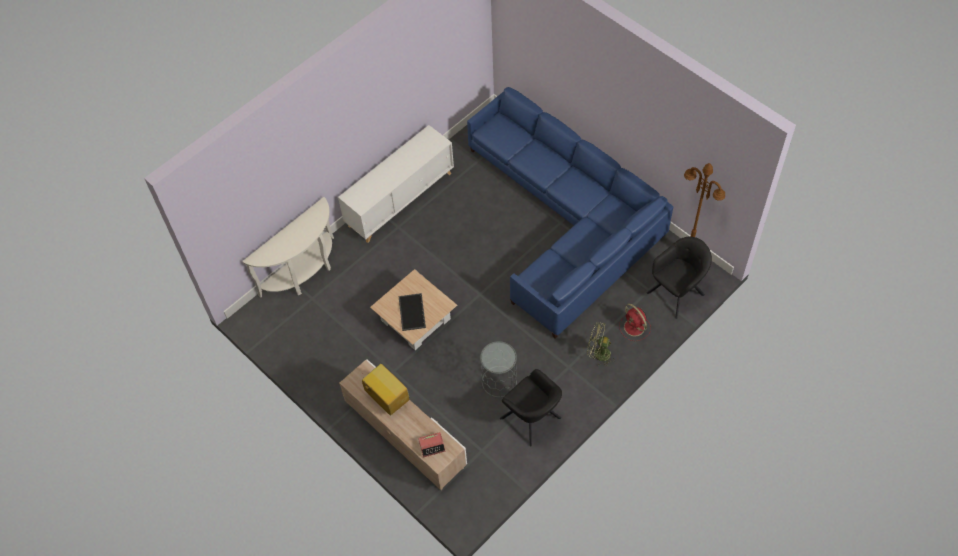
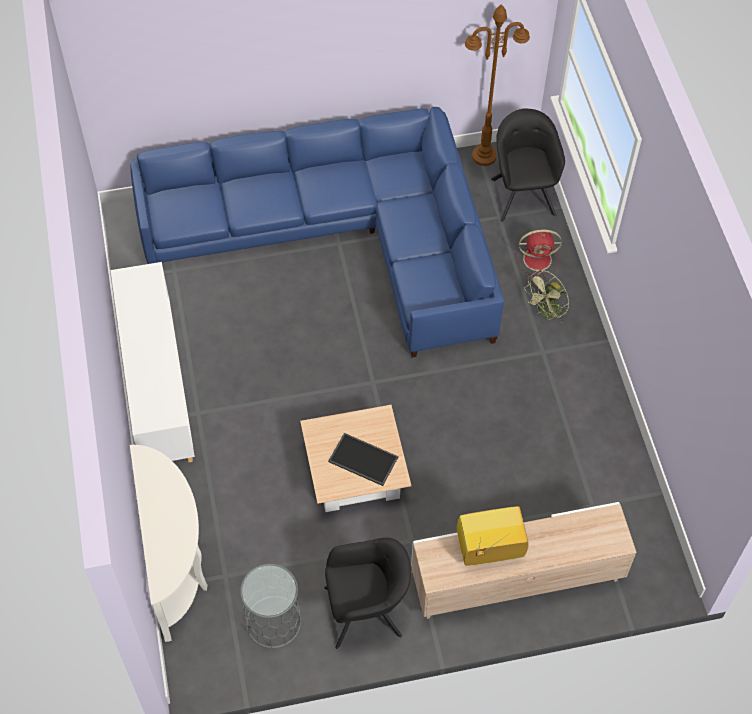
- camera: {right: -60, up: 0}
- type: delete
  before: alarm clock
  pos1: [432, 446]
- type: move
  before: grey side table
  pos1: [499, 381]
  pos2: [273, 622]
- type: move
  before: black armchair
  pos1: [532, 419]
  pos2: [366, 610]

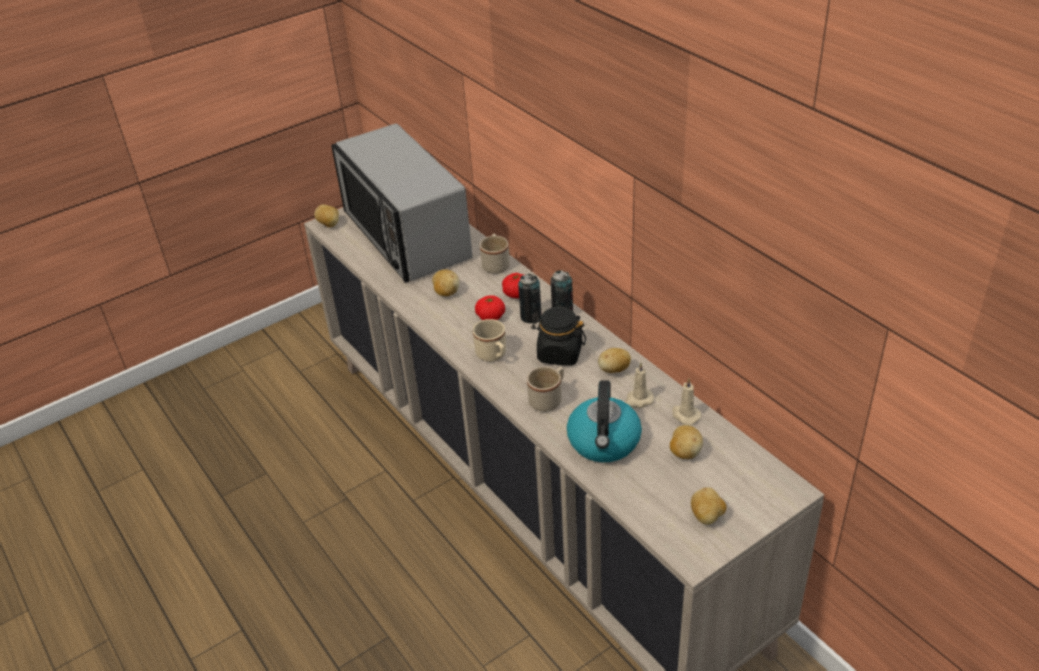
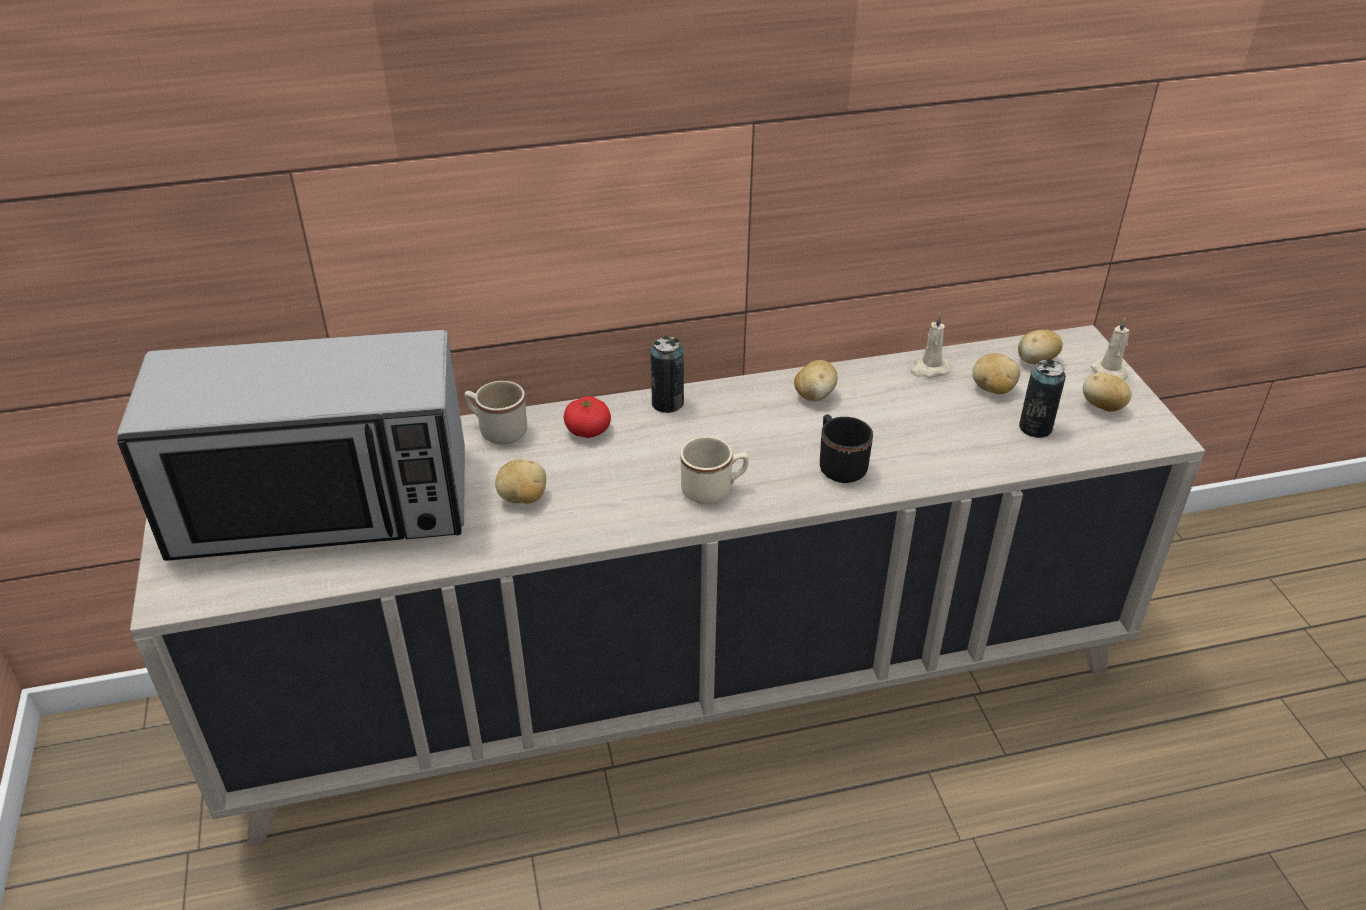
- camera: {right: -70, up: 0}
- type: delete
  before: tomato
  pos1: [490, 317]
- type: delete
  before: black jar
  pos1: [559, 353]
- type: delete
  before: kettle
  pos1: [604, 442]
- type: move
  before: potato
  pos1: [329, 224]
  pos2: [1036, 361]
- type: move
  before: can
  pos1: [531, 317]
  pos2: [1035, 427]
- type: move
  before: beige candle
  pos1: [638, 400]
  pos2: [1109, 374]
- type: recolor
  before: beige mug
  after: black mug
  pos1: [548, 399]
  pos2: [839, 465]

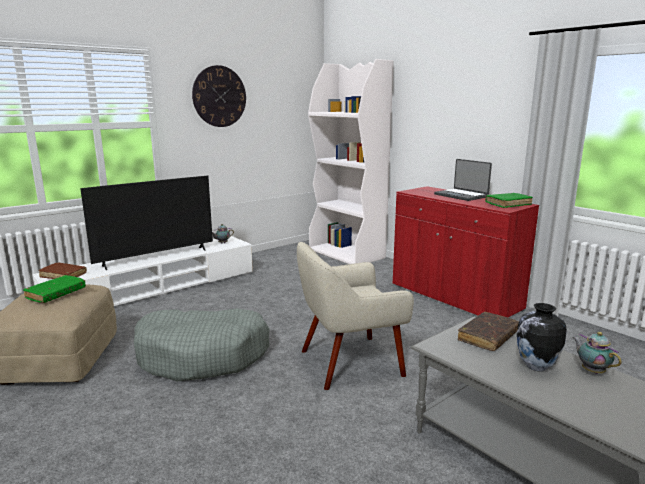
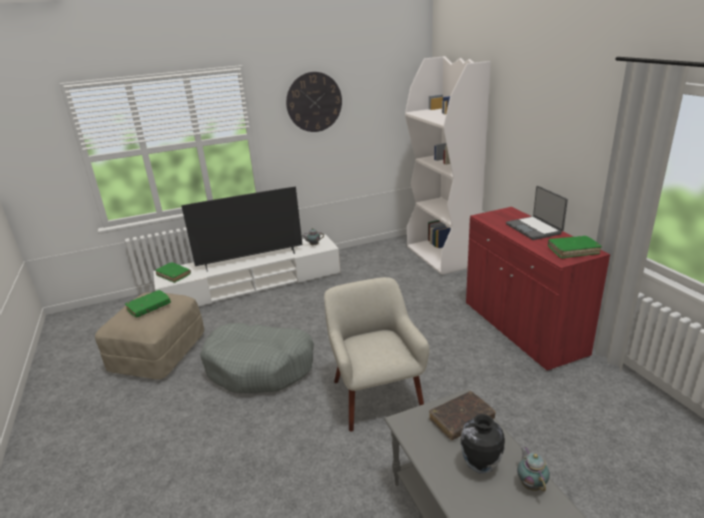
- camera: {right: 20, up: 10}
- type: recolor
  before: brown book
  after: green book
  pos1: [63, 275]
  pos2: [174, 275]
- type: rotate
  before: beige armchair
  pos1: [349, 362]
  pos2: [375, 395]
  turn: 75

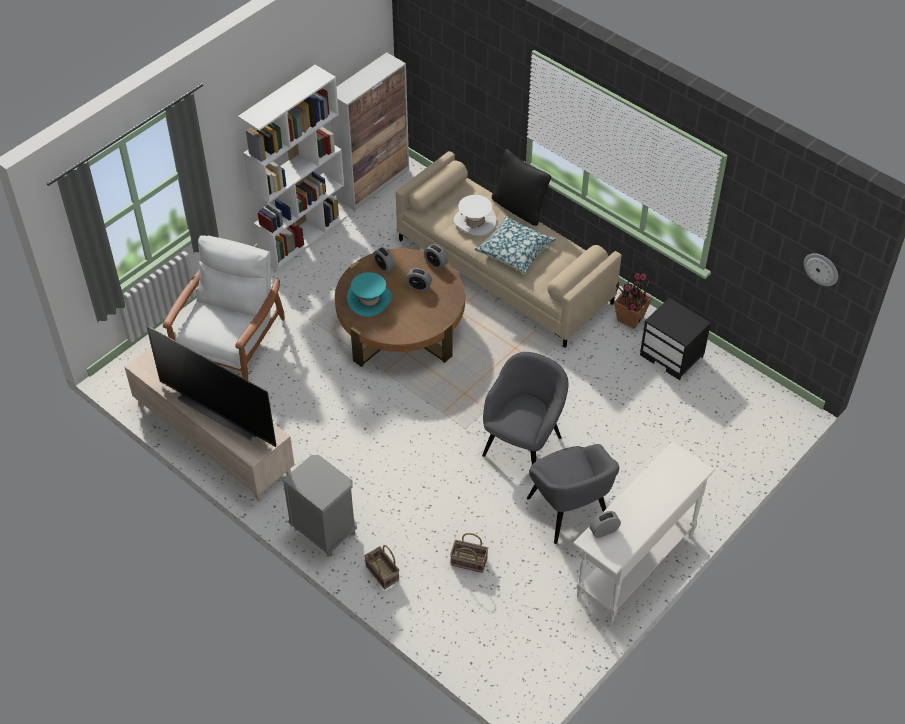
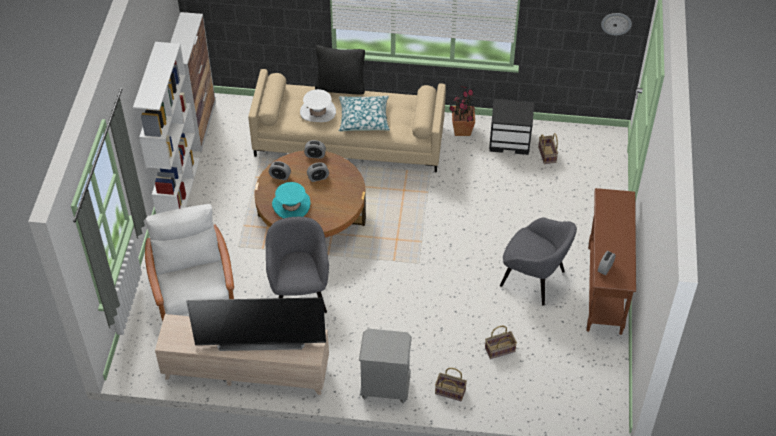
- camera: {right: -35, up: 0}
- type: insert
  after: basket
  pos2: [546, 154]
- type: move
  before: grey armchair
  pos1: [523, 444]
  pos2: [300, 293]
- type: recolor
  before: white console table
  after: brown console table
  pos1: [634, 565]
  pos2: [604, 290]

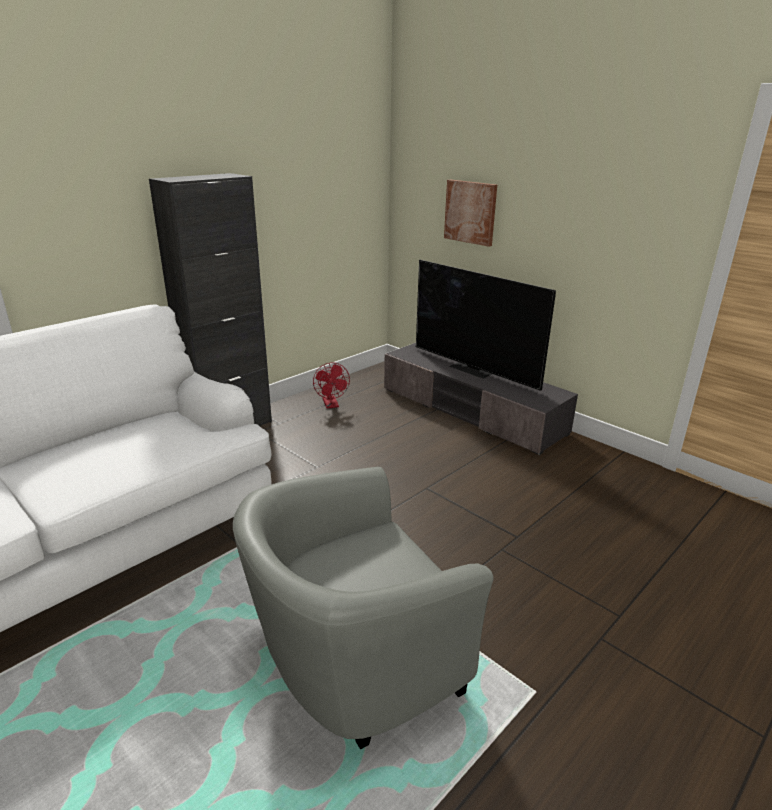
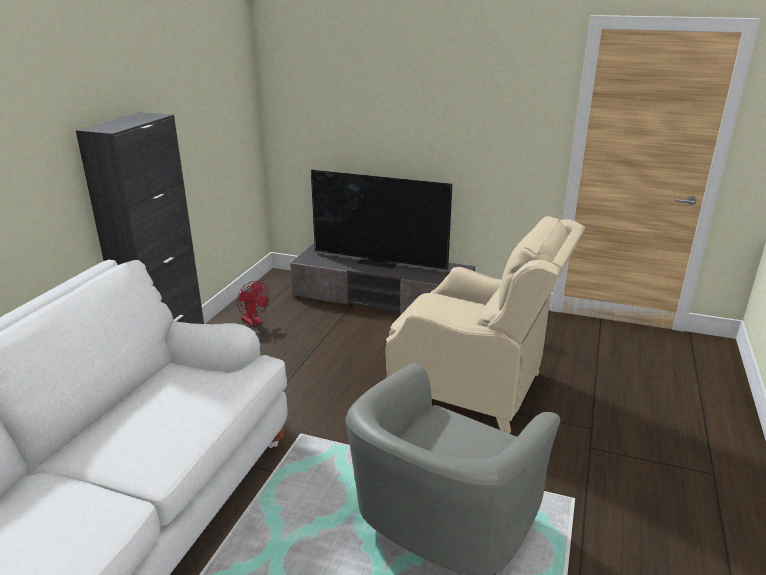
- camera: {right: -25, up: 0}
- type: delete
  before: picture
  pos1: [470, 212]
- type: insert
  after: beige armchair
  pos2: [474, 388]

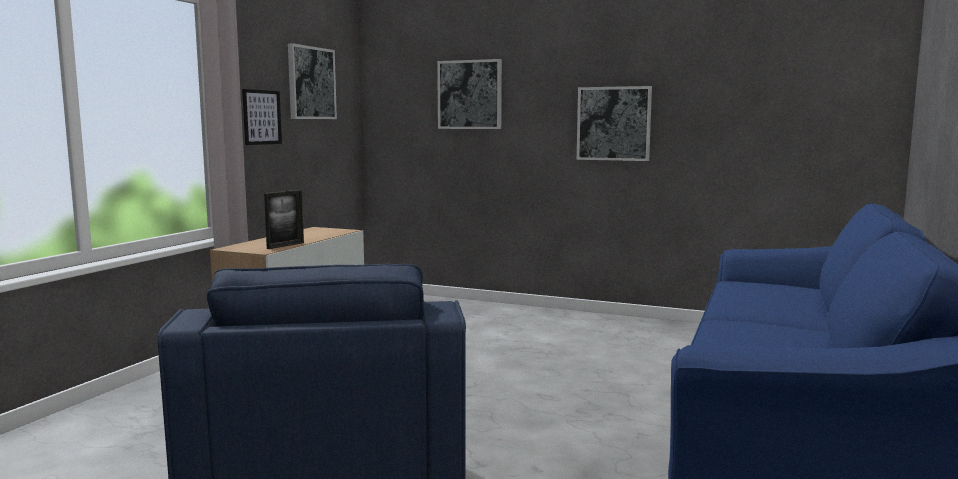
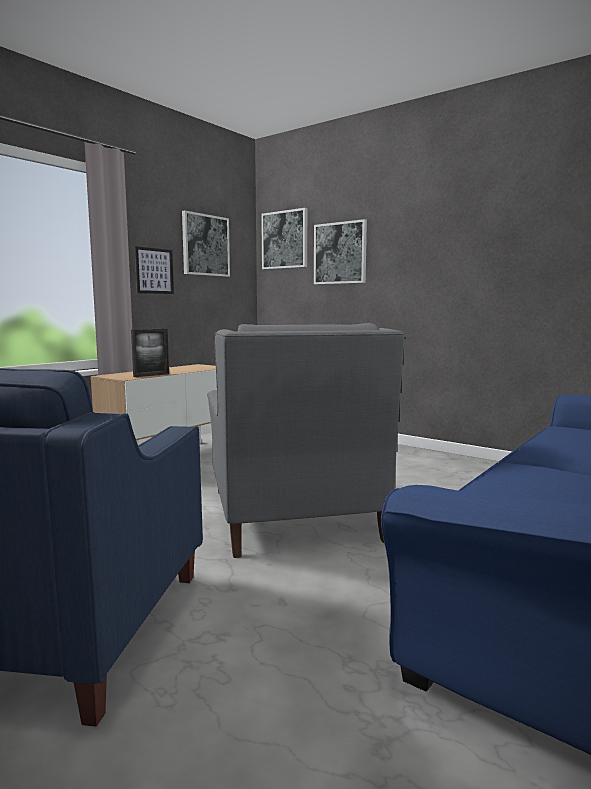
- camera: {right: 15, up: 0}
- type: insert
  after: grey armchair
  pos2: [293, 513]
- type: move
  before: picture
  pos1: [613, 123]
  pos2: [285, 240]

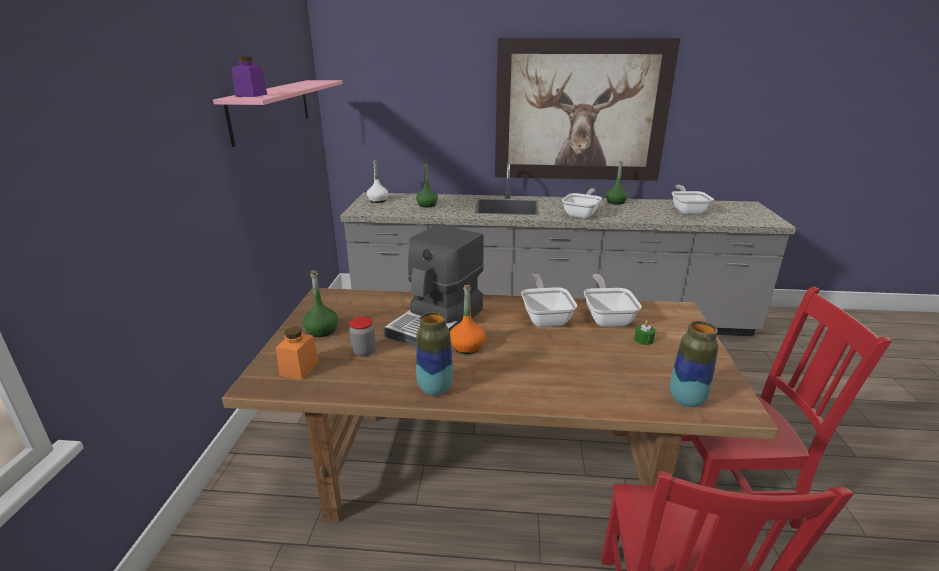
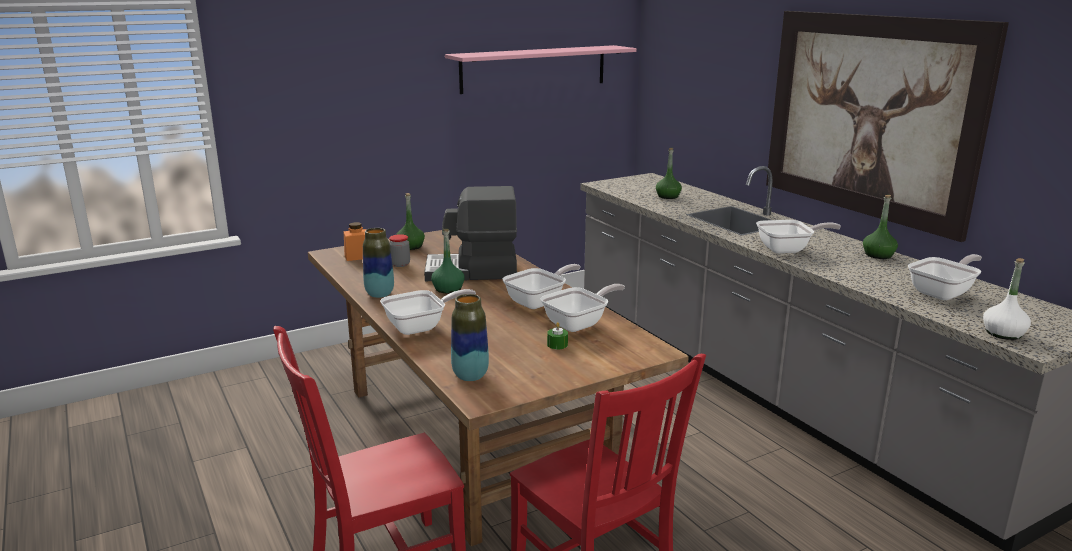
- camera: {right: 55, up: -5}
- type: delete
  before: purple jar
  pos1: [251, 95]
- type: insert
  after: frying pan
  pos2: [421, 327]
- type: move
  before: white bottle
  pos1: [378, 200]
  pos2: [1003, 333]
- type: recolor
  before: orange bottle
  after: green bottle
  pos1: [467, 347]
  pos2: [448, 289]

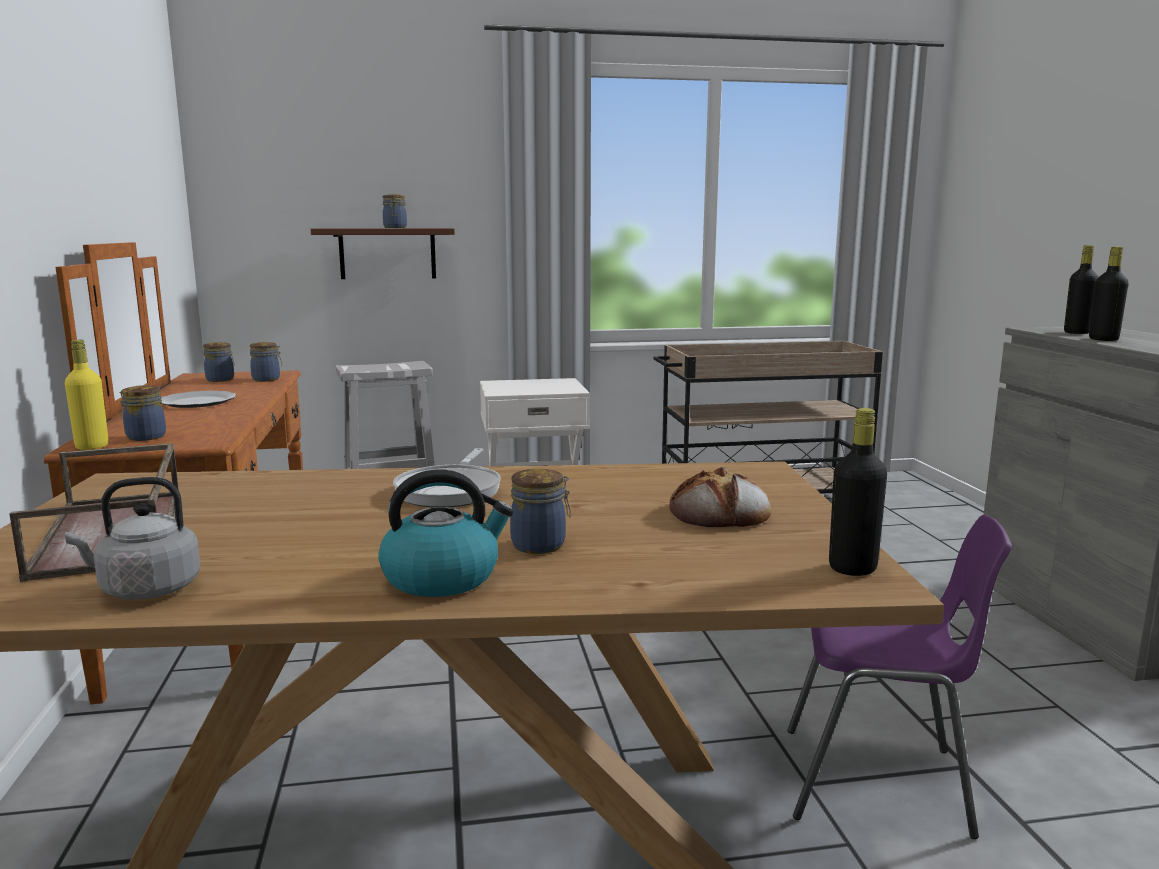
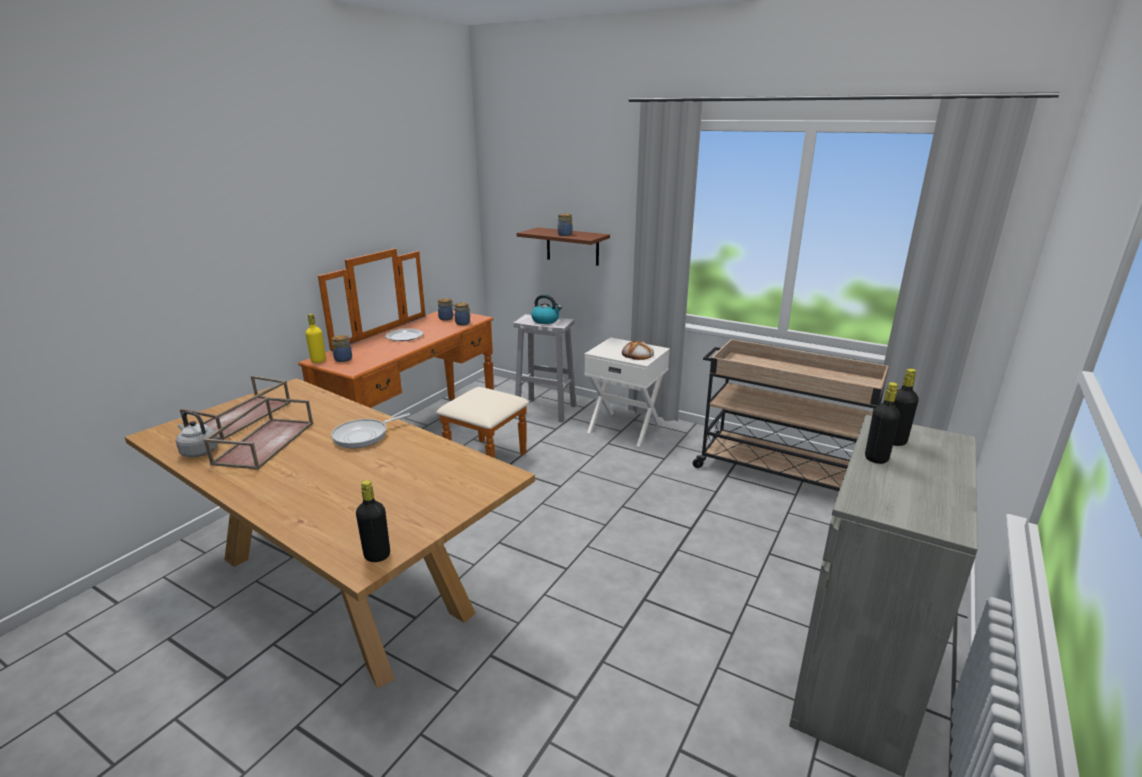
- camera: {right: 40, up: 10}
- type: delete
  before: jar
  pos1: [541, 545]
- type: delete
  before: purple chair
  pos1: [880, 783]
- type: insert
  after: brown tray
  pos2: [264, 442]
- type: move
  before: kettle
  pos1: [443, 577]
  pos2: [546, 320]
- type: move
  before: bread
  pos1: [720, 513]
  pos2: [637, 355]

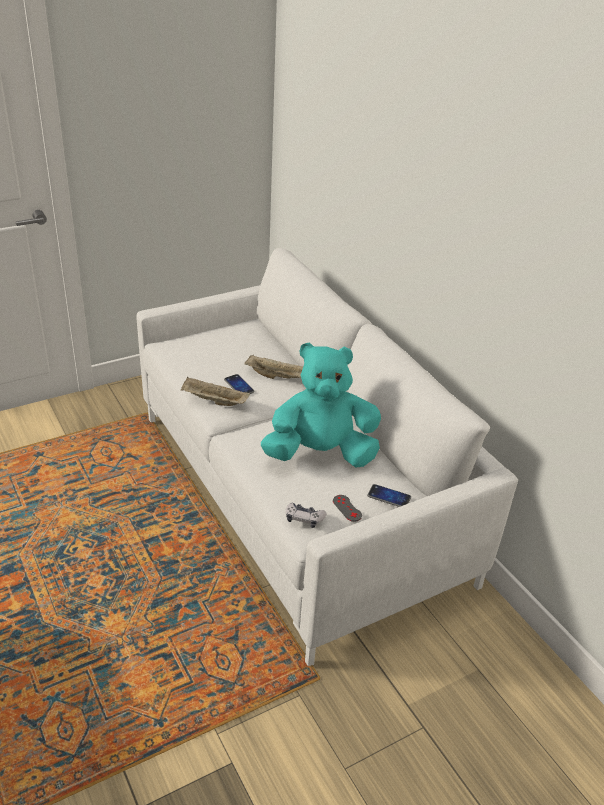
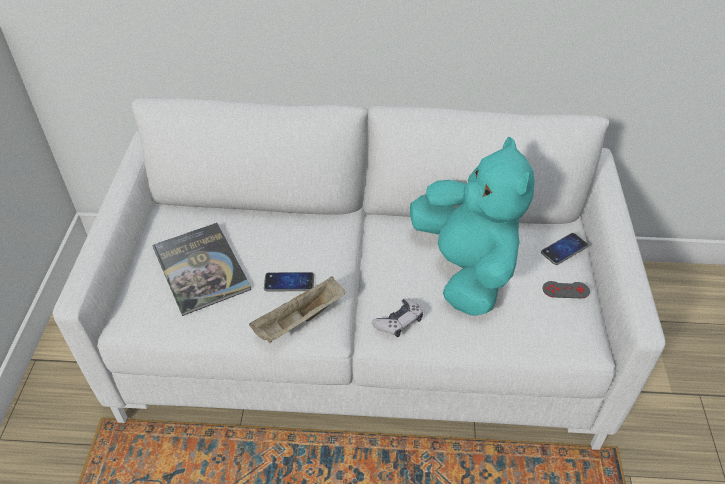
- camera: {right: -55, up: 10}
- type: delete
  before: beige tray
  pos1: [278, 377]
- type: insert
  after: book
  pos2: [201, 268]
- type: move
  before: game controller
  pos1: [304, 519]
  pos2: [398, 322]
- type: rotate
  before: turquoise plush toy
  pos1: [321, 454]
  pos2: [465, 269]
  turn: 135

